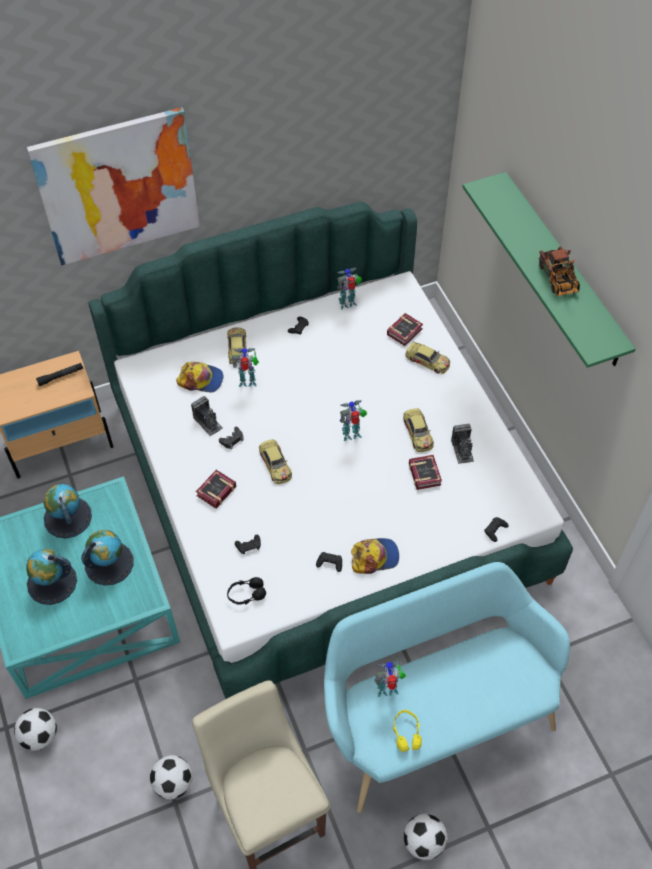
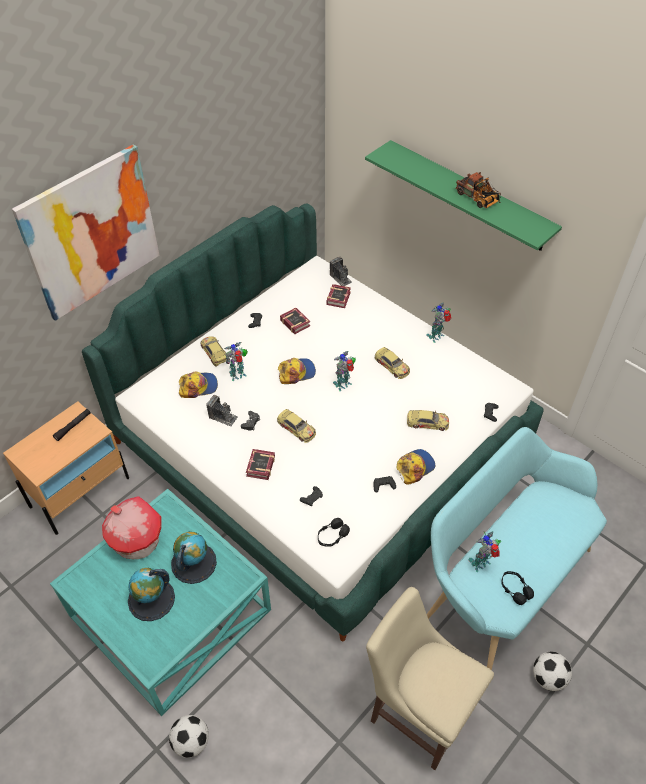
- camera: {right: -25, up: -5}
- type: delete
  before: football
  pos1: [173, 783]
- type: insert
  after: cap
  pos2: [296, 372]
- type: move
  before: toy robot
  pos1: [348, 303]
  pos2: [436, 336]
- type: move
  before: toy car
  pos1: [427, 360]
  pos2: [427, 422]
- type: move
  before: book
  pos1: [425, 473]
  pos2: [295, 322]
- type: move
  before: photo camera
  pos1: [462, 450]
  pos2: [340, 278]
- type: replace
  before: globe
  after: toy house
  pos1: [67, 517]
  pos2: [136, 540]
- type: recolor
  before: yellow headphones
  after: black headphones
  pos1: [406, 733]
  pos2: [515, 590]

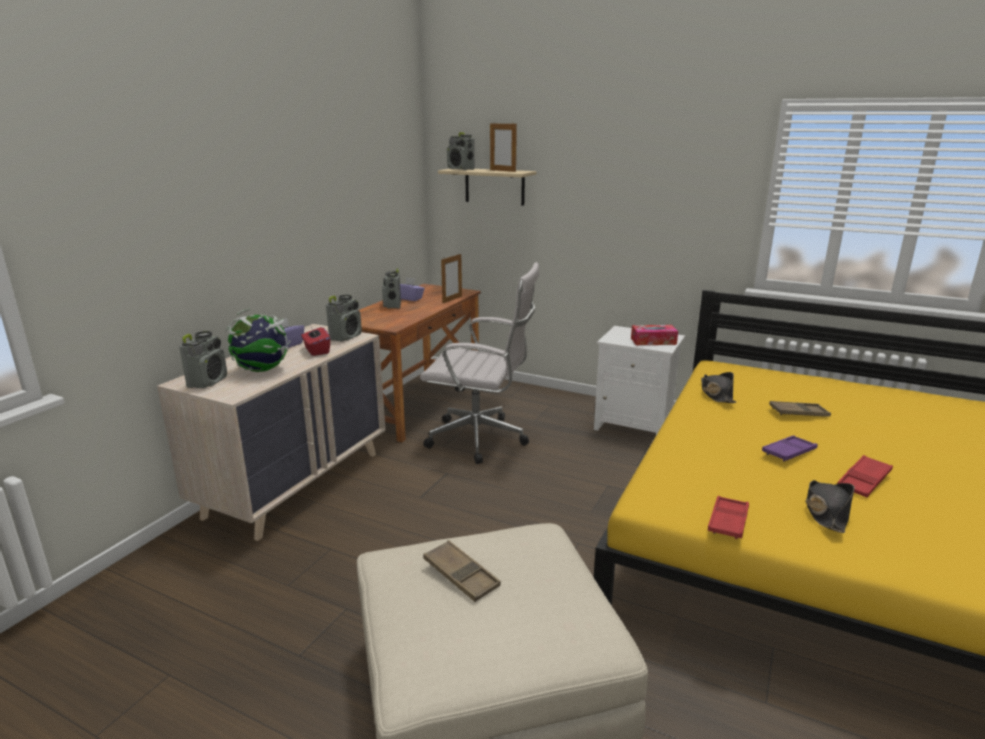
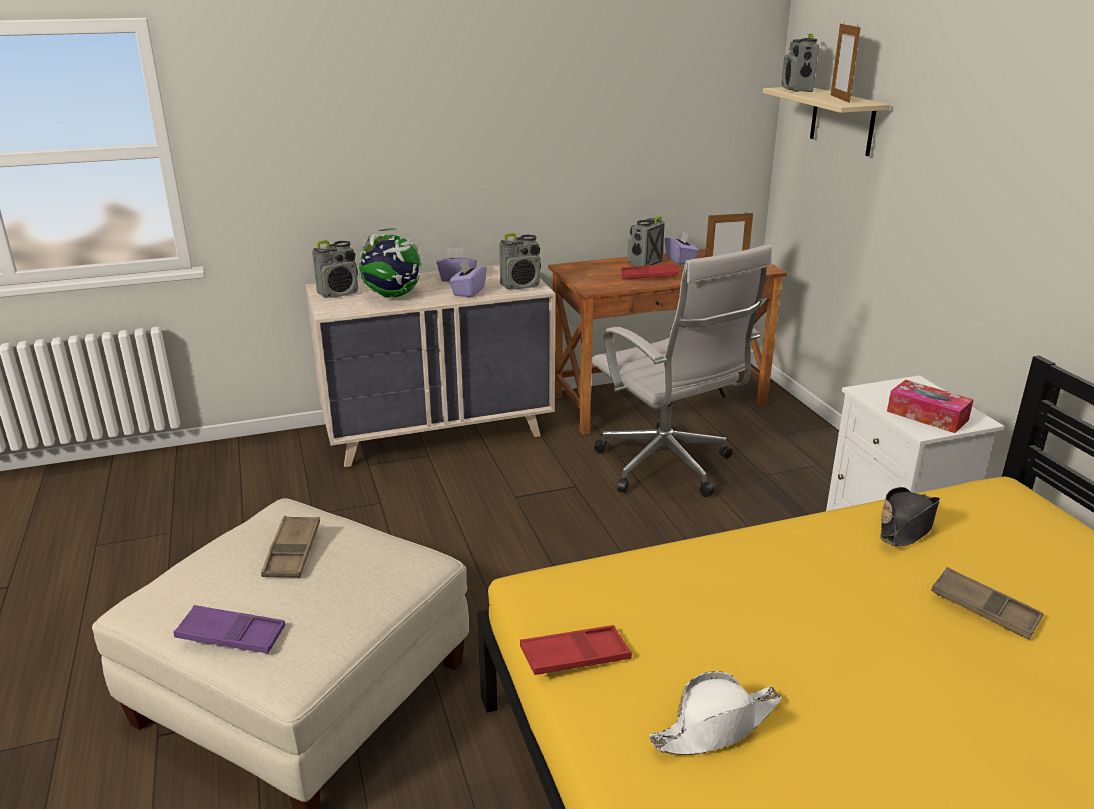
- camera: {right: 45, up: 5}
- type: move
  before: purple tray
  pos1: [789, 452]
  pos2: [231, 636]
- type: move
  before: red tray
  pos1: [863, 481]
  pos2: [649, 276]
- type: recolor
  before: red tissue box
  after: purple tissue box
  pos1: [316, 351]
  pos2: [468, 292]
- type: recolor
  before: black hat
  after: white hat
  pos1: [826, 511]
  pos2: [716, 726]

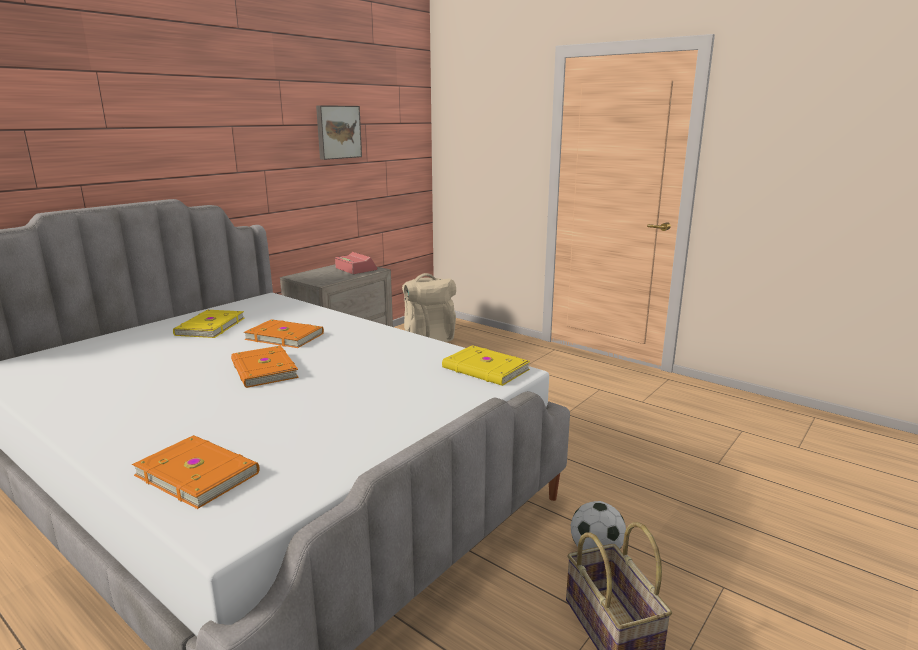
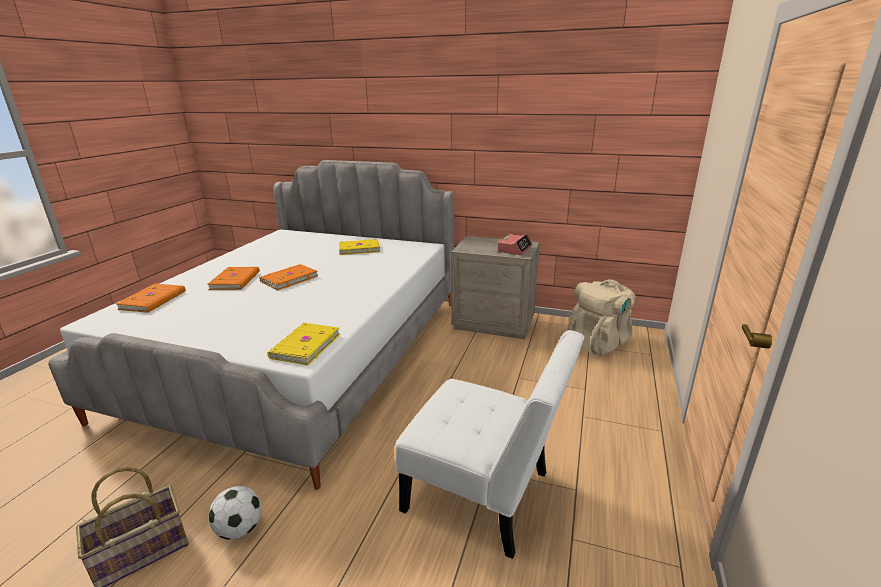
- camera: {right: 70, up: 5}
- type: delete
  before: picture
  pos1: [337, 132]
- type: insert
  after: white chair
  pos2: [485, 495]
- type: move
  before: orange book
  pos1: [285, 336]
  pos2: [236, 280]

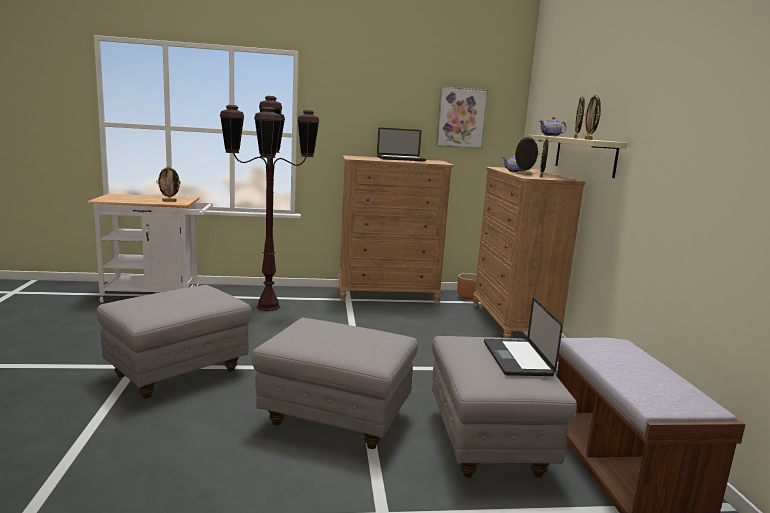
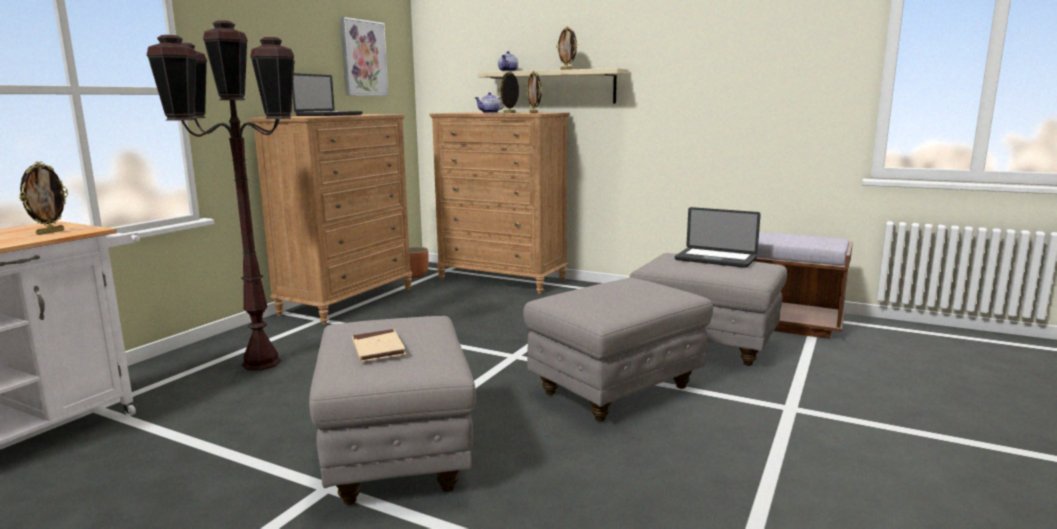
- camera: {right: -55, up: 0}
- type: delete
  before: picture frame
  pos1: [589, 139]
- type: insert
  after: beige book
  pos2: [378, 349]

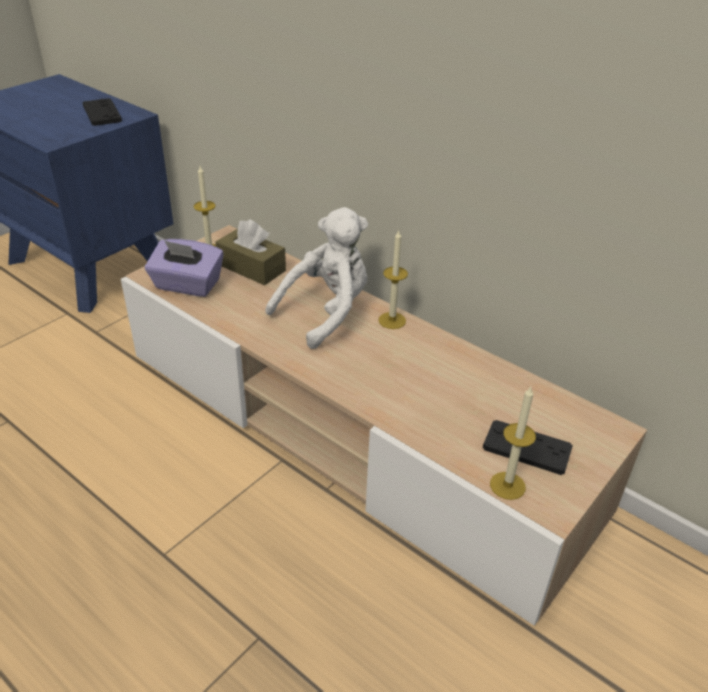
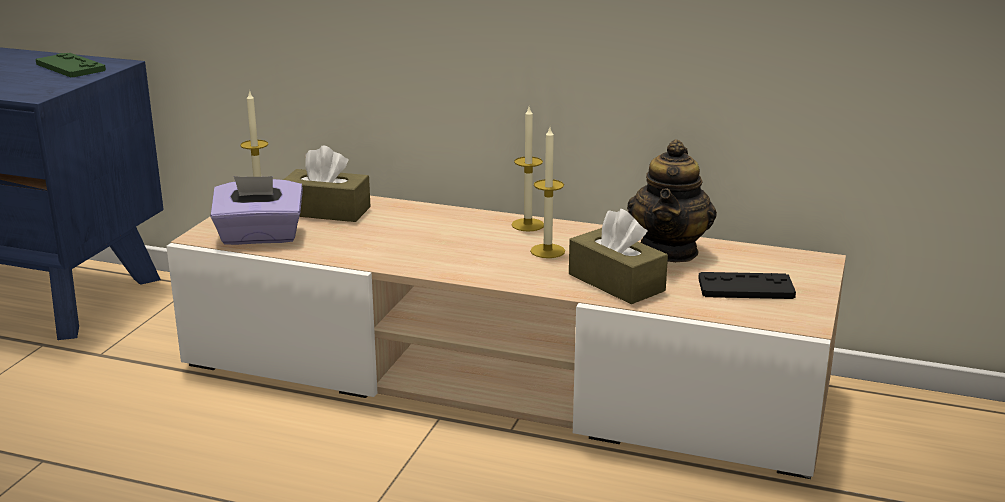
- camera: {right: -20, up: -15}
- type: delete
  before: white plush toy
  pos1: [326, 312]
- type: insert
  after: brown tissue box
  pos2: [616, 282]
- type: insert
  after: teapot
  pos2: [670, 251]
- type: move
  before: candle
  pos1: [507, 485]
  pos2: [547, 251]
- type: recolor
  before: black game controller
  after: green game controller
  pos1: [102, 113]
  pos2: [70, 67]

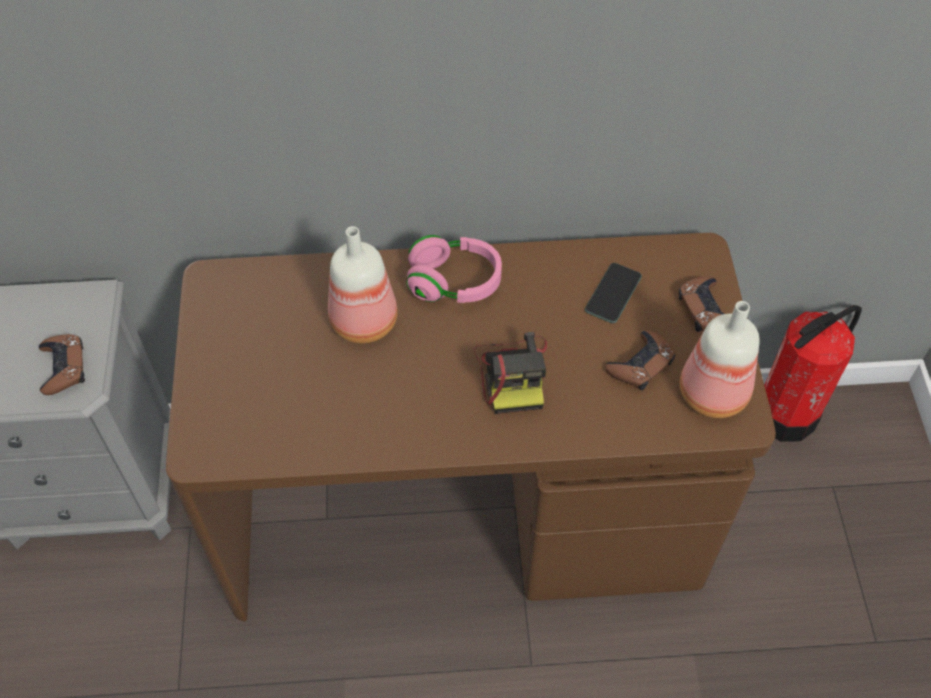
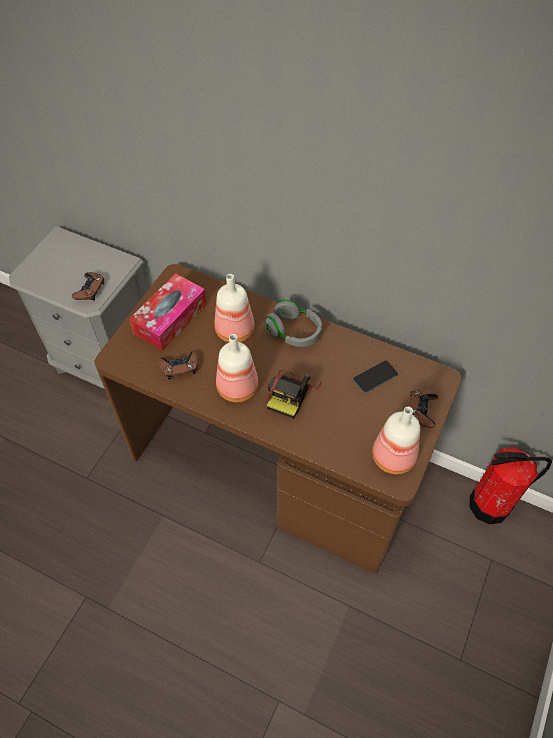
- camera: {right: 30, up: 0}
- type: insert
  after: tissue box
  pos2: [170, 319]
- type: insert
  after: bottle
  pos2: [236, 387]
- type: move
  before: brown game controller
  pos1: [640, 364]
  pos2: [179, 367]
- type: recolor
  before: pink headphones
  after: grey headphones
  pos1: [454, 282]
  pos2: [294, 332]

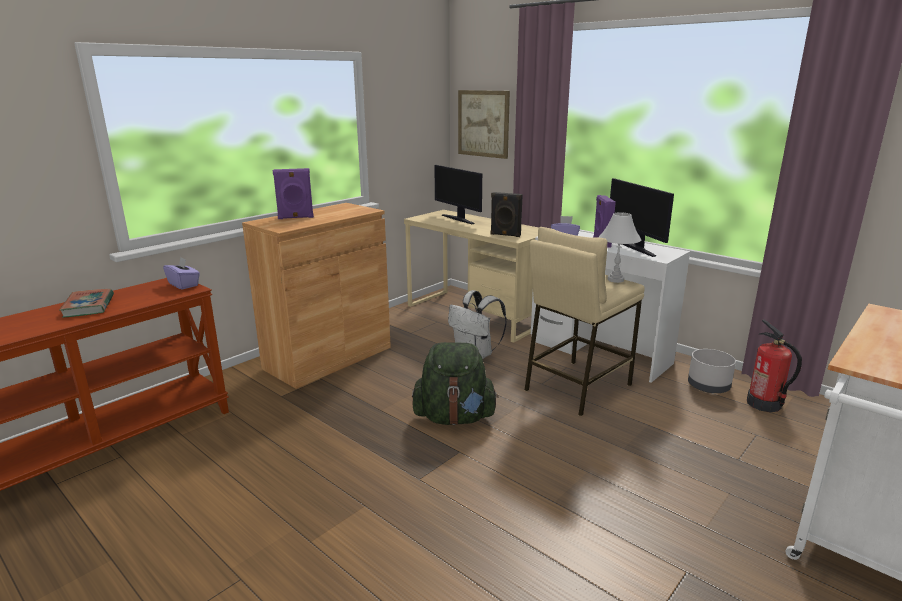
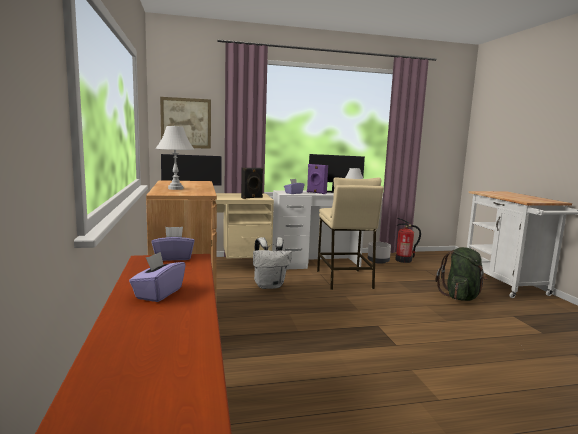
- camera: {right: -55, up: -10}
- type: move
  before: green backpack
  pos1: [454, 417]
  pos2: [461, 297]
- type: replace
  before: book
  after: purple tissue box
  pos1: [89, 306]
  pos2: [158, 293]
- type: replace
  before: purple speaker
  after: white table lamp
  pos1: [295, 217]
  pos2: [175, 188]

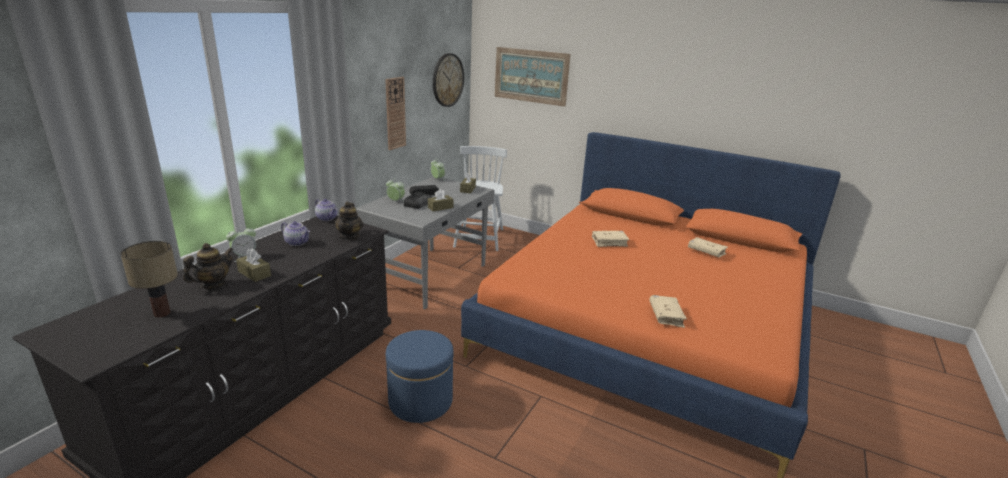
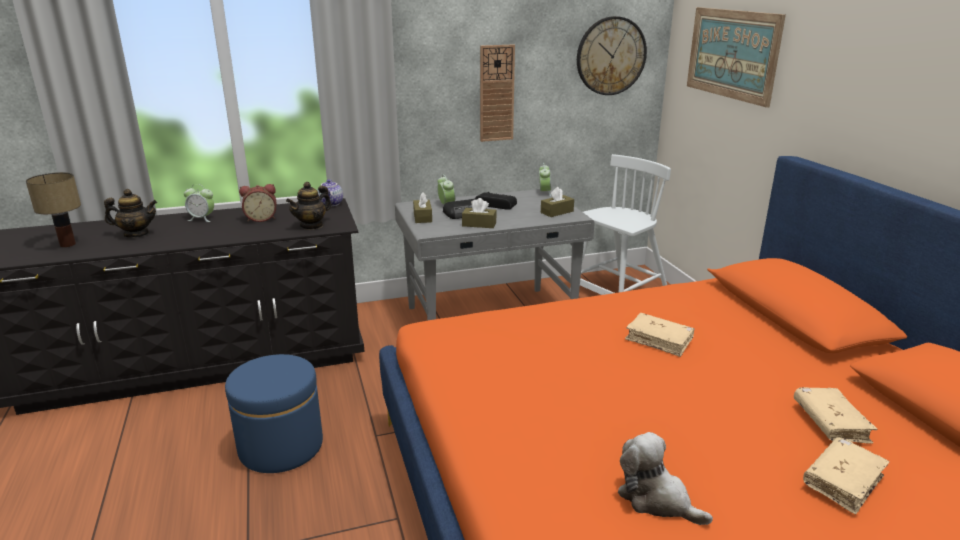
- camera: {right: 45, up: 0}
- type: insert
  after: plush toy
  pos2: [656, 499]
- type: move
  before: brown tissue box
  pos1: [254, 273]
  pos2: [422, 217]
- type: move
  before: beige book
  pos1: [666, 316]
  pos2: [843, 482]
- type: replace
  before: teapot
  after: alarm clock
  pos1: [297, 242]
  pos2: [261, 218]

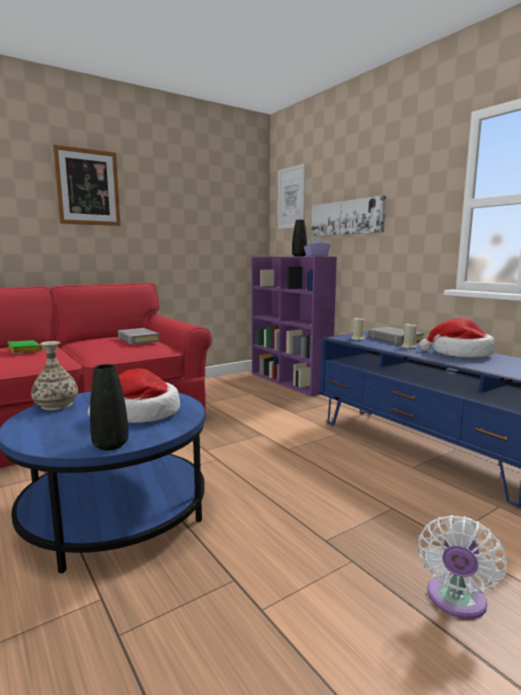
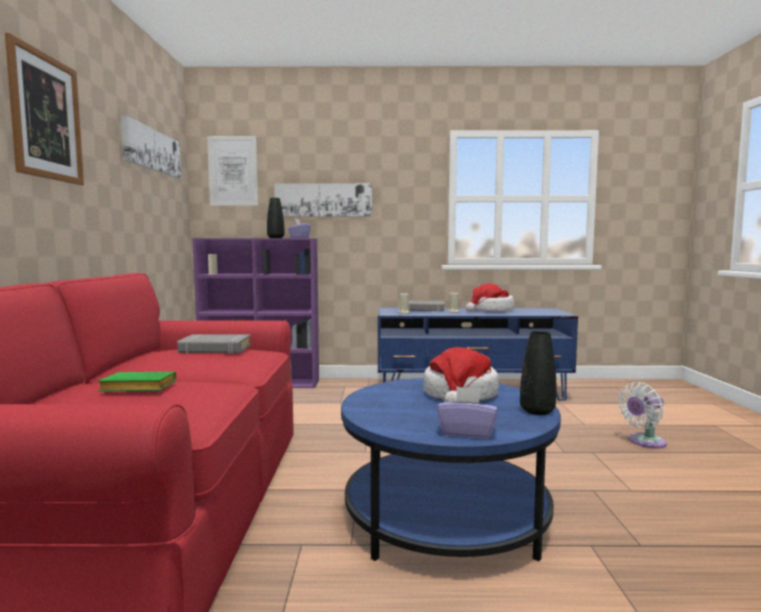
- camera: {right: -55, up: -5}
- type: delete
  before: vase
  pos1: [56, 405]
- type: insert
  after: picture
  pos2: [151, 150]
- type: insert
  after: purple tissue box
  pos2: [467, 432]
- type: rotate
  before: white fan
  pos1: [455, 601]
  pos2: [644, 442]
  turn: 90

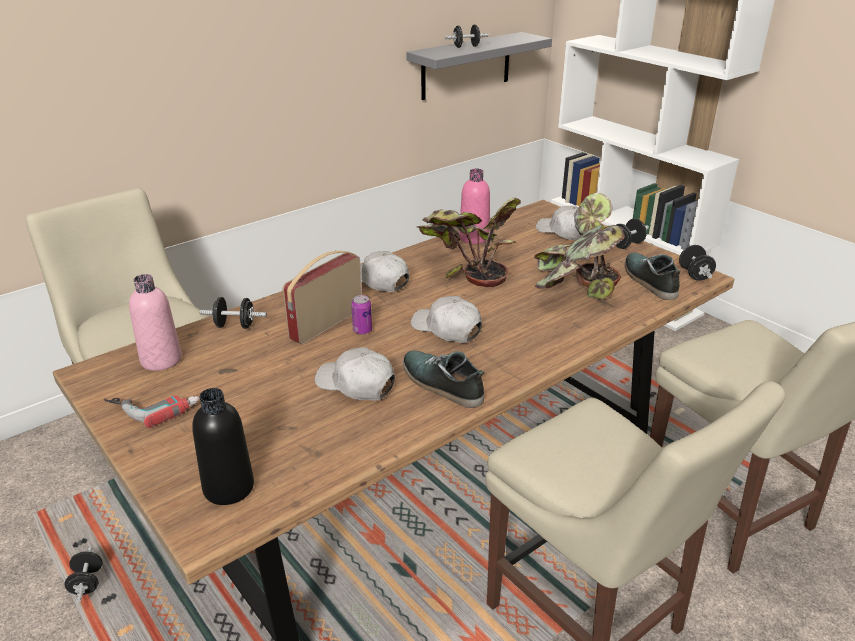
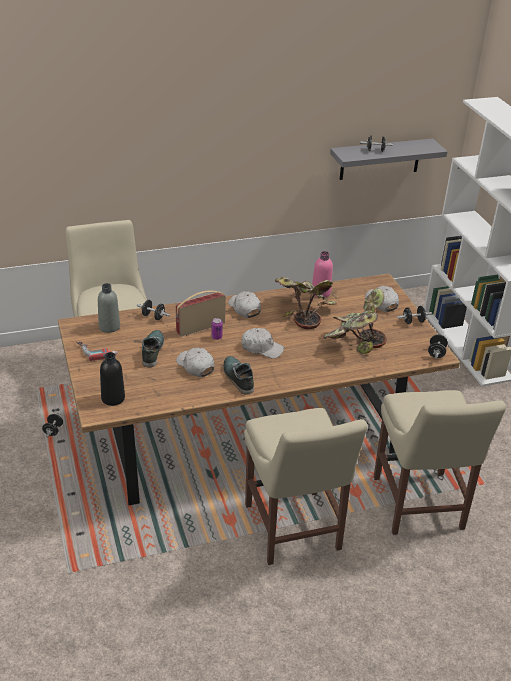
- camera: {right: 20, up: 5}
- type: move
  before: shoe
  pos1: [649, 280]
  pos2: [152, 351]
- type: recolor
  before: pink bottle
  after: grey bottle
  pos1: [161, 360]
  pos2: [109, 327]
- type: rotate
  before: white cap
  pos1: [446, 329]
  pos2: [261, 348]
  turn: 135

